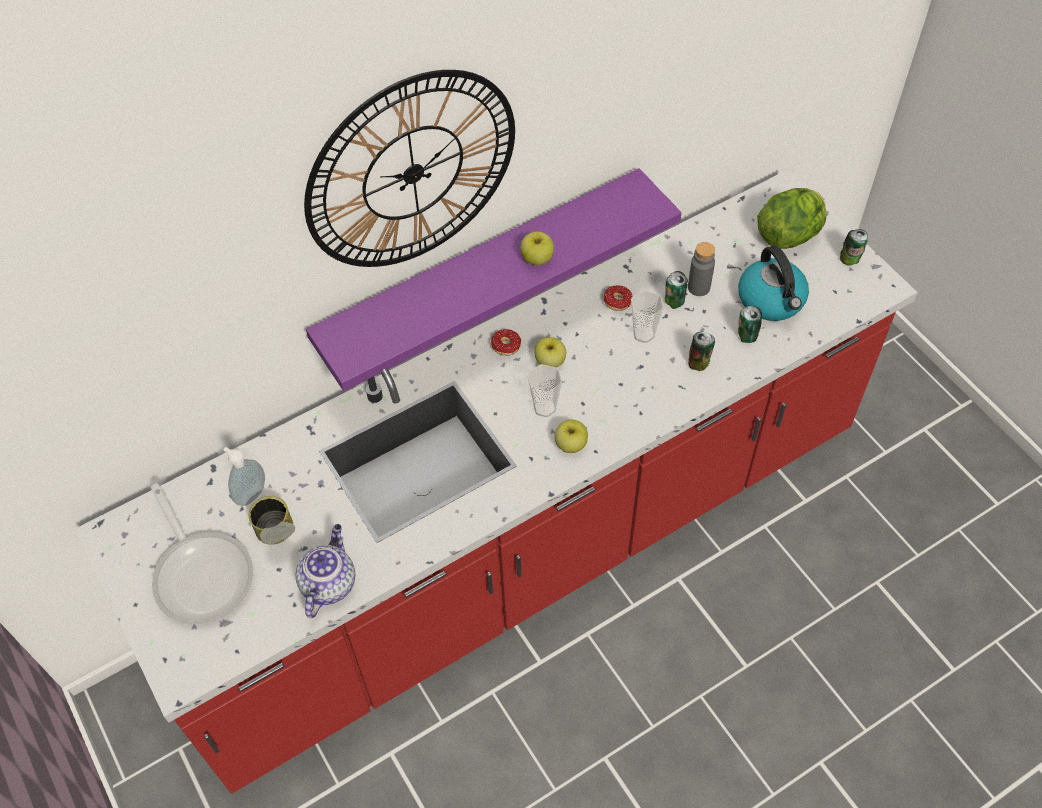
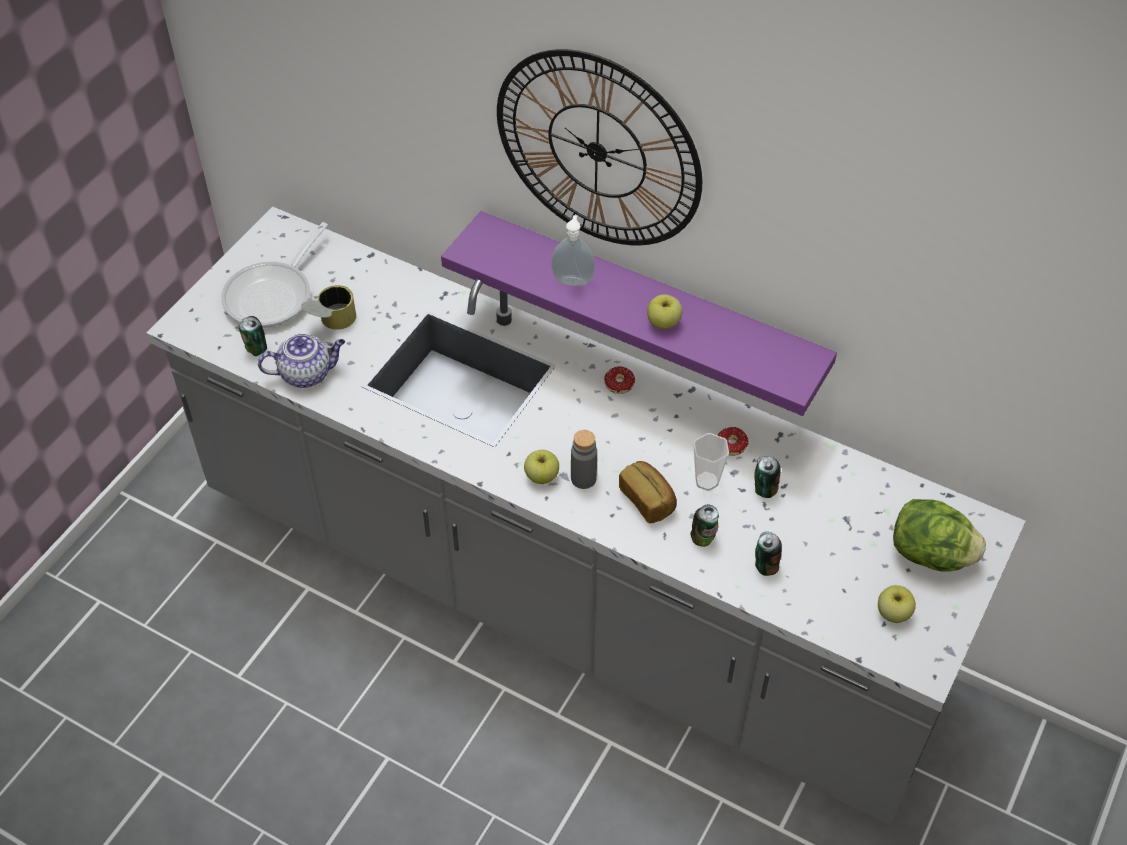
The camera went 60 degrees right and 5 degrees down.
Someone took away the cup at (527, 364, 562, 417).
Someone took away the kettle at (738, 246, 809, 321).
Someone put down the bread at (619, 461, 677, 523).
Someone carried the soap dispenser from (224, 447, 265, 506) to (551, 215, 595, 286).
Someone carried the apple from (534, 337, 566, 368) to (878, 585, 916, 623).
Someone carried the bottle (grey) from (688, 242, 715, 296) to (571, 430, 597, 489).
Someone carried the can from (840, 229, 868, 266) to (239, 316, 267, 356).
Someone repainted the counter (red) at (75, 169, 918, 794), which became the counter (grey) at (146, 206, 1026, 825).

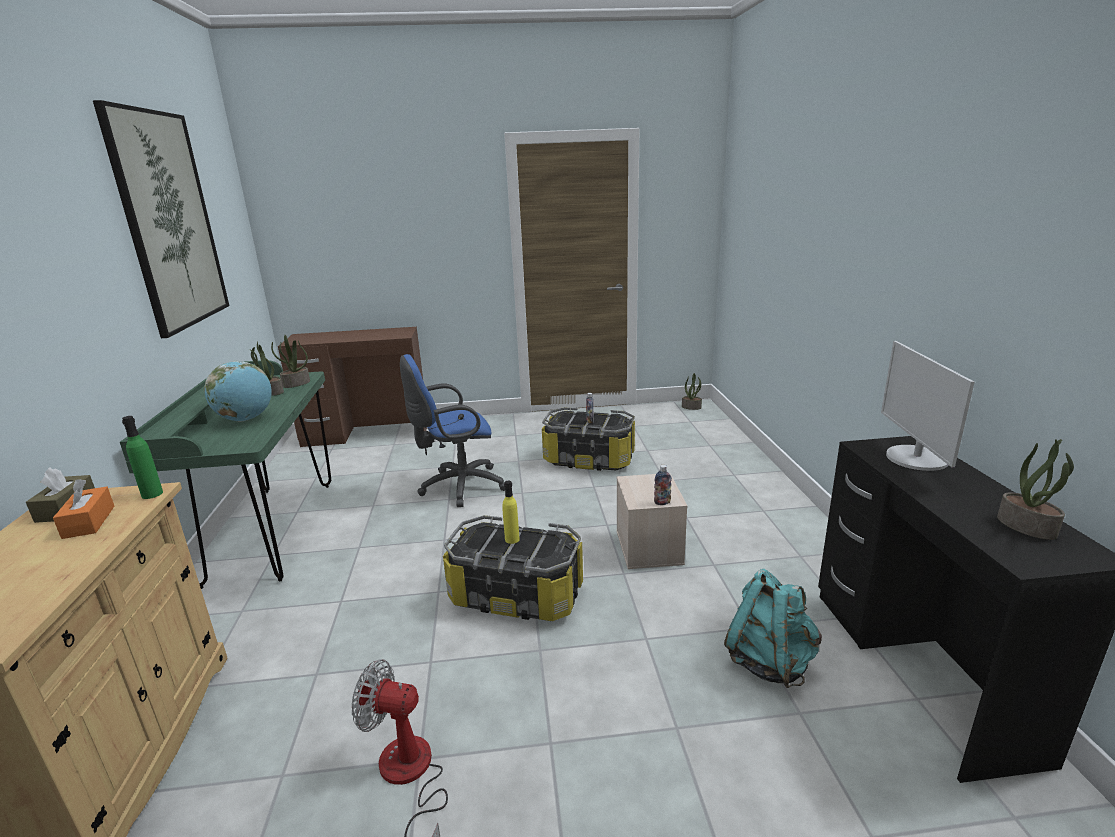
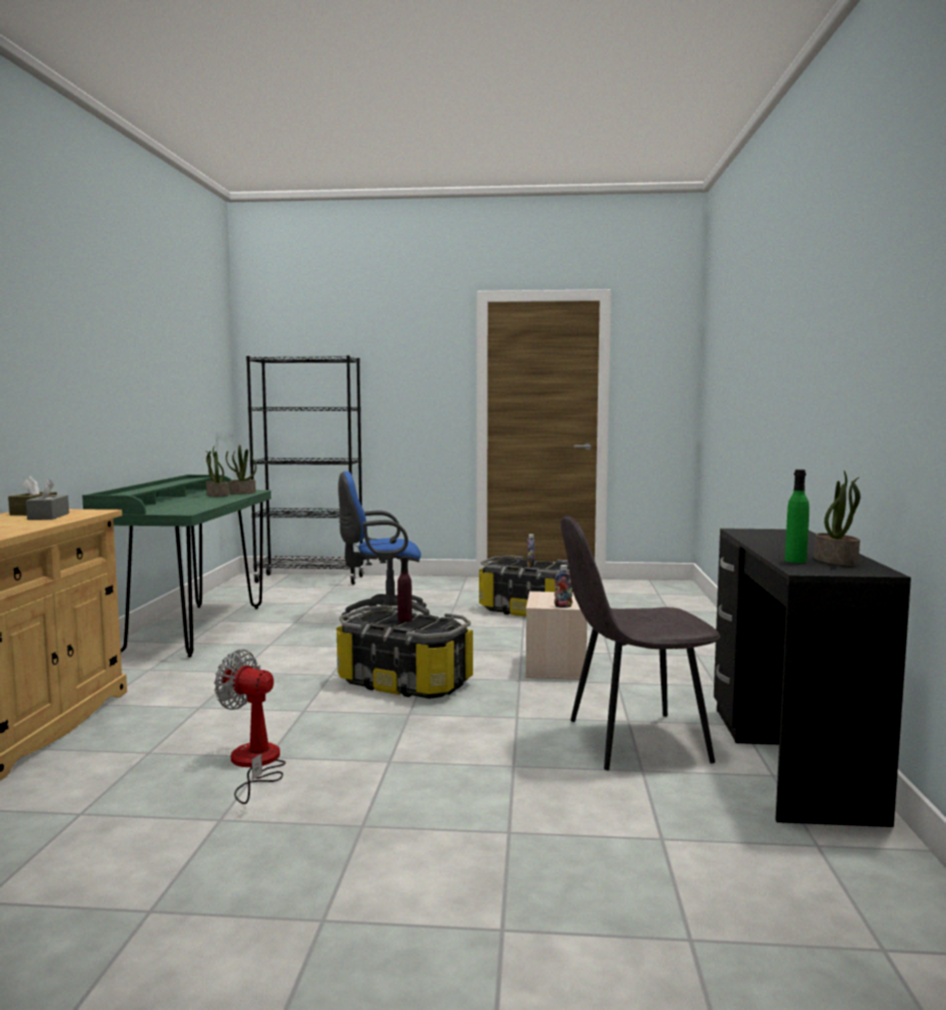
The camera went 10 degrees right and 15 degrees down.
Someone took away the picture at (93, 100, 229, 338).
Someone took away the globe at (204, 361, 272, 421).
Someone took away the potted plant at (682, 373, 702, 410).
Someone took away the monitor at (881, 341, 975, 471).
Someone carried the bottle (green) from (122, 416, 163, 499) to (785, 469, 809, 563).
Someone swapped the desk (brown) at (278, 327, 427, 447) for the bookcase (black) at (246, 355, 364, 585).
Someone swapped the backpack (turquoise) at (724, 569, 822, 688) for the chair (grey) at (561, 515, 720, 770).
Someone repainted the tissue box (orange) at (53, 479, 114, 539), which became the tissue box (grey) at (26, 479, 69, 520).
Someone repainted the bottle (yellow) at (502, 481, 520, 544), which became the bottle (purple) at (397, 557, 412, 622).

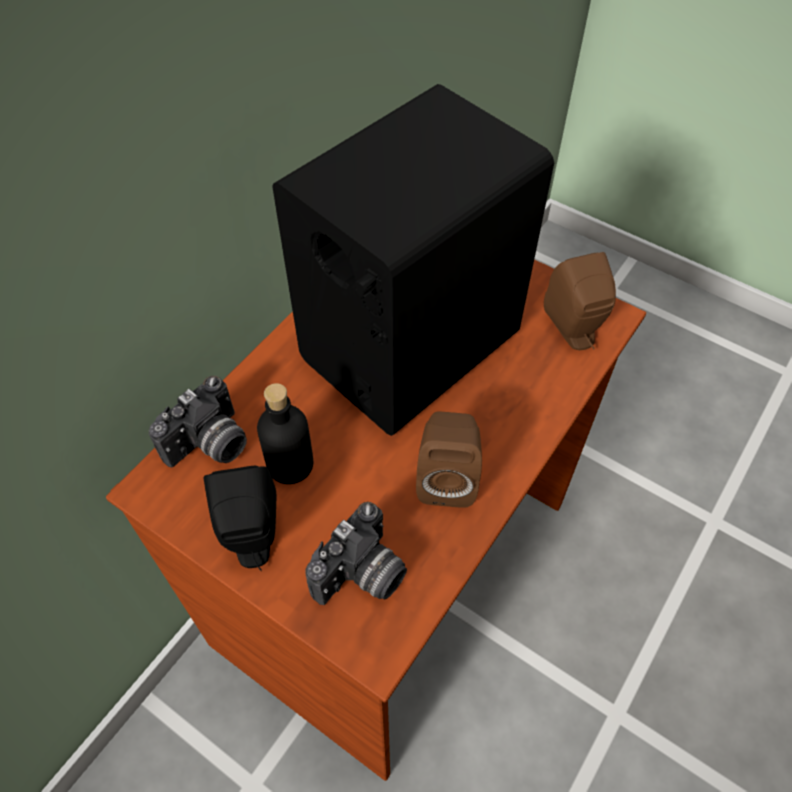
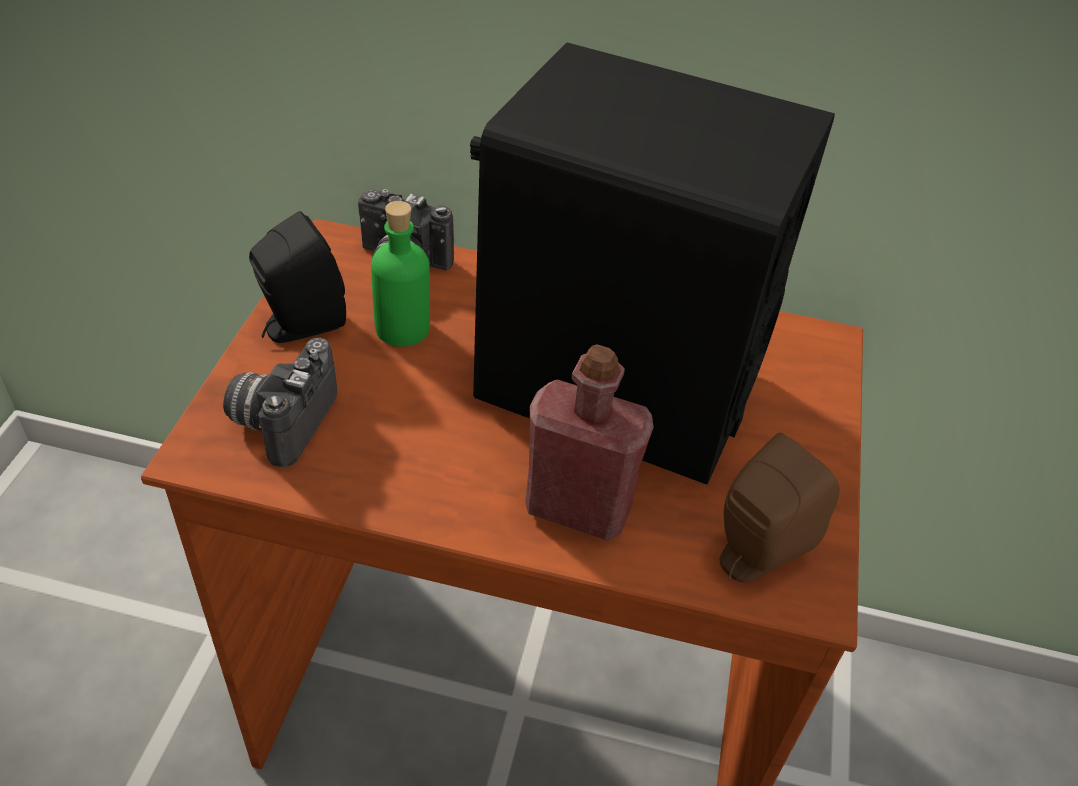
The camera went 65 degrees right and 10 degrees down.
Someone took away the speaker (brown) at (416, 412, 482, 508).
Someone put down the bottle (red) at (525, 345, 654, 541).
Someone repainted the bottle (black) at (257, 383, 313, 484), which became the bottle (green) at (371, 201, 430, 347).
Someone rotated the photo camera at (305, 502, 407, 605) by 90 degrees clockwise.

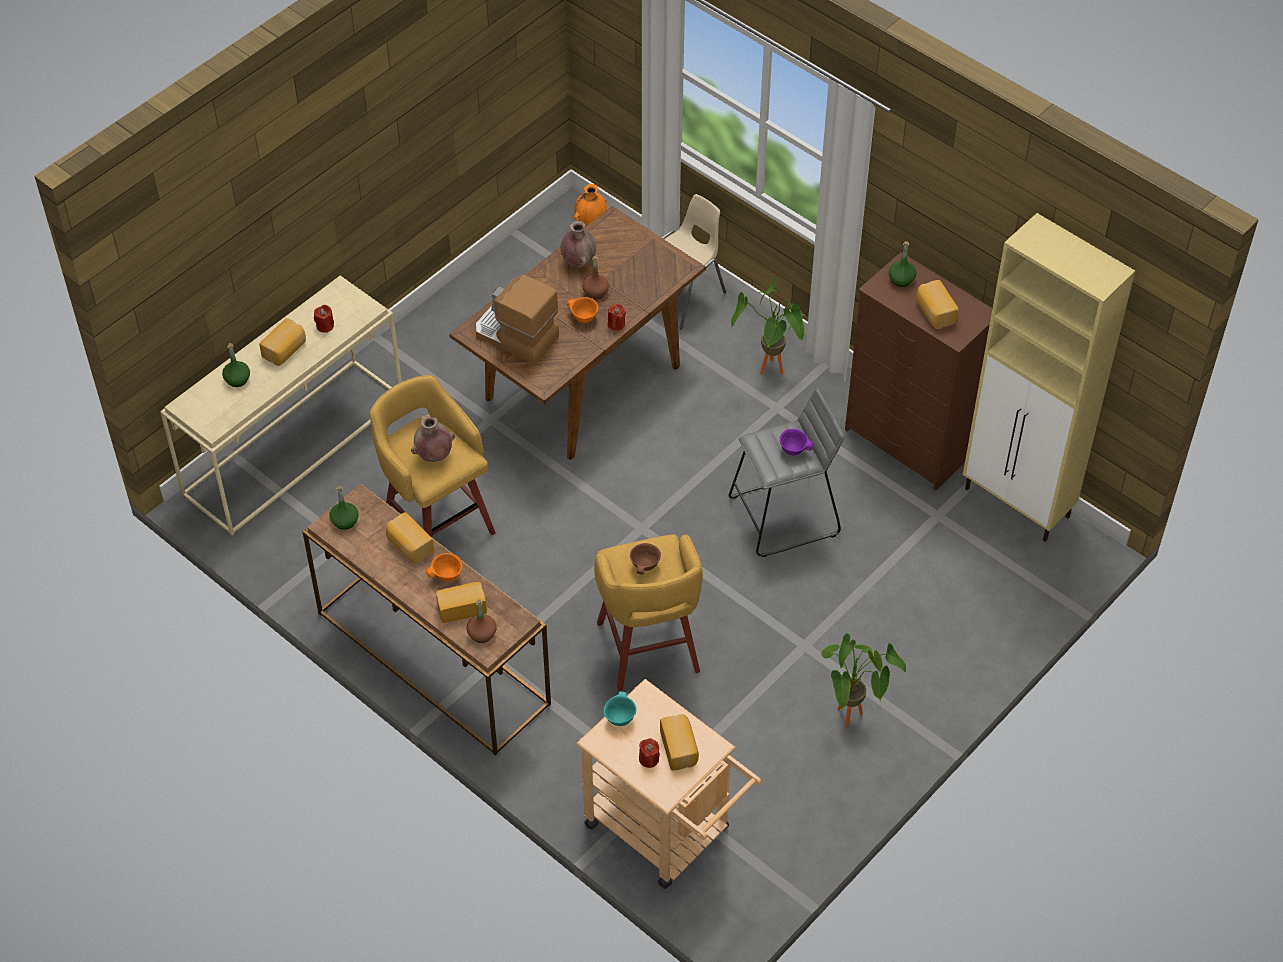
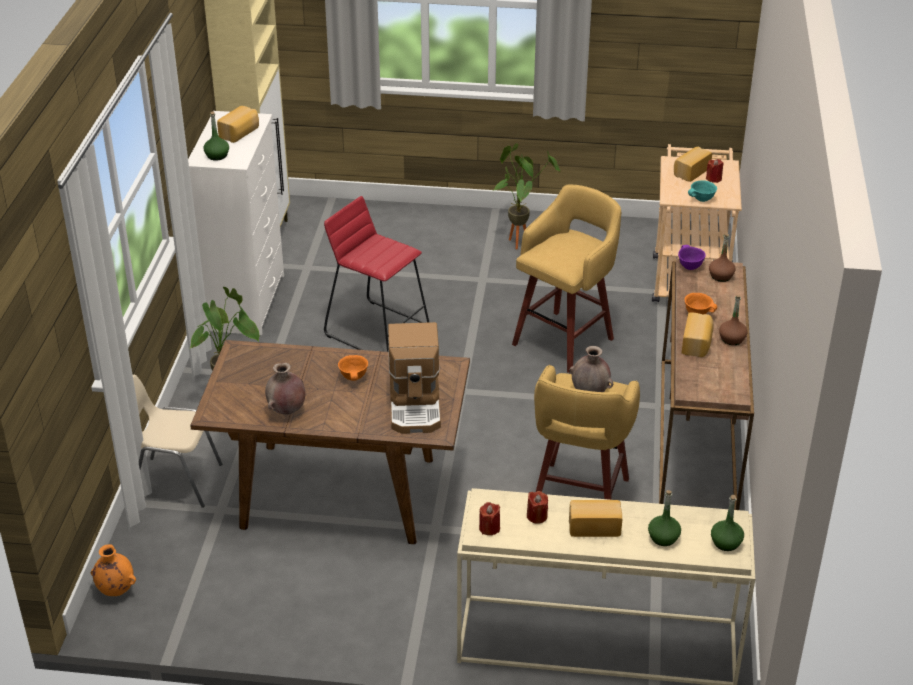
The camera went 125 degrees left and 15 degrees down.
Someone took away the bread at (436, 582, 487, 623).
Someone took away the bowl (brown) at (630, 543, 661, 574).
Someone carried the bottle (green) from (329, 486, 359, 530) to (711, 495, 744, 551).
Someone carried the bottle (brown) from (582, 256, 609, 300) to (719, 295, 748, 345).
Someone carried the candle (red) from (608, 304, 626, 330) to (479, 502, 500, 535).
Someone carried the bowl (purple) from (779, 429, 813, 456) to (678, 245, 706, 270).
Someone repainted the stool (grey) at (728, 388, 844, 557), which became the stool (red) at (324, 196, 430, 352).
Someone repainted the dresser (brown) at (845, 252, 993, 491), which became the dresser (white) at (188, 111, 284, 335).

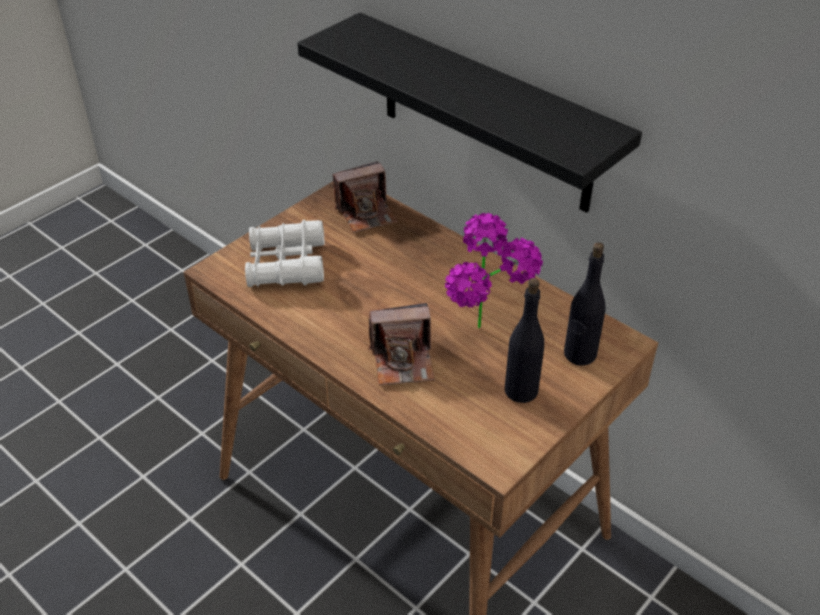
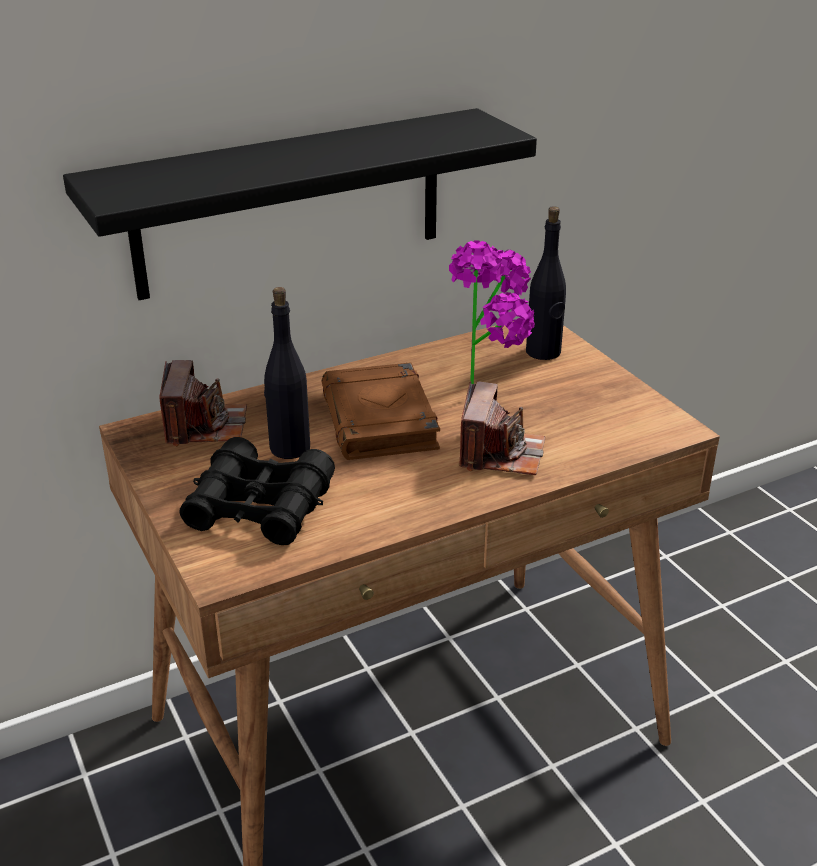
The camera went 70 degrees left and 10 degrees down.
Someone put down the book (brown) at (322, 362, 440, 460).
Someone carried the bottle (black) from (505, 278, 544, 403) to (264, 287, 310, 459).
Someone repainted the binoculars (white) at (245, 220, 324, 287), which became the binoculars (black) at (179, 437, 335, 545).

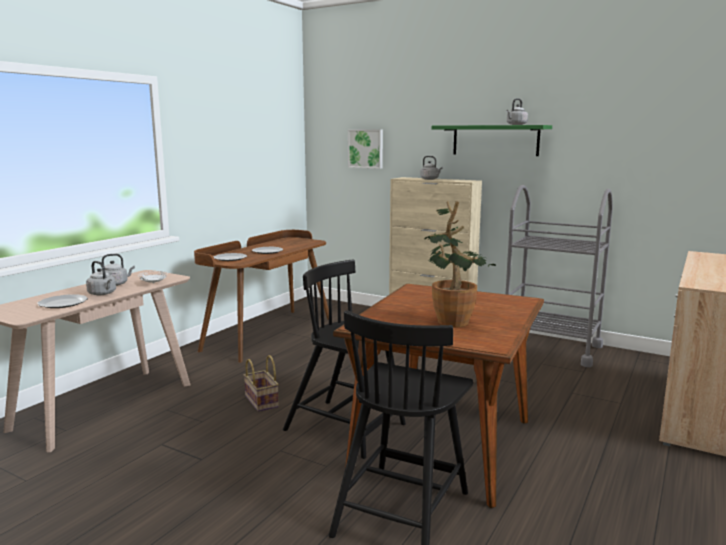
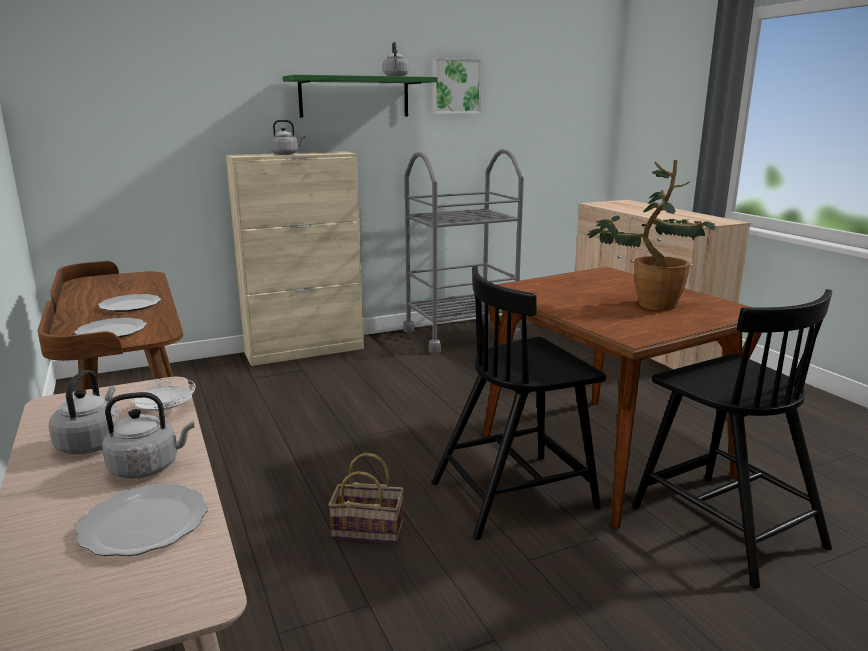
The camera went 55 degrees left and 5 degrees up.
Someone carried the picture from (348, 130, 383, 169) to (432, 58, 482, 114).

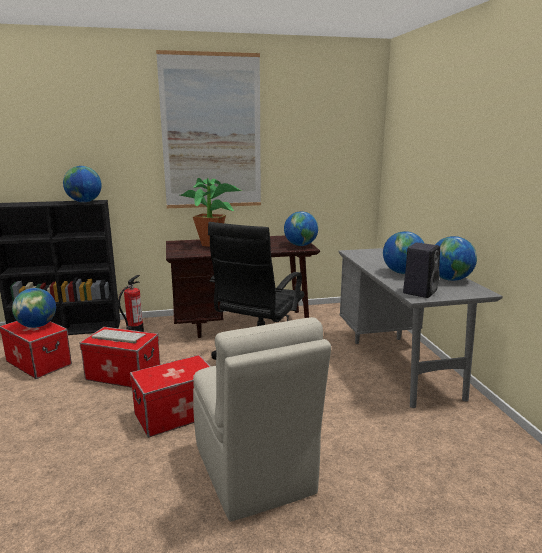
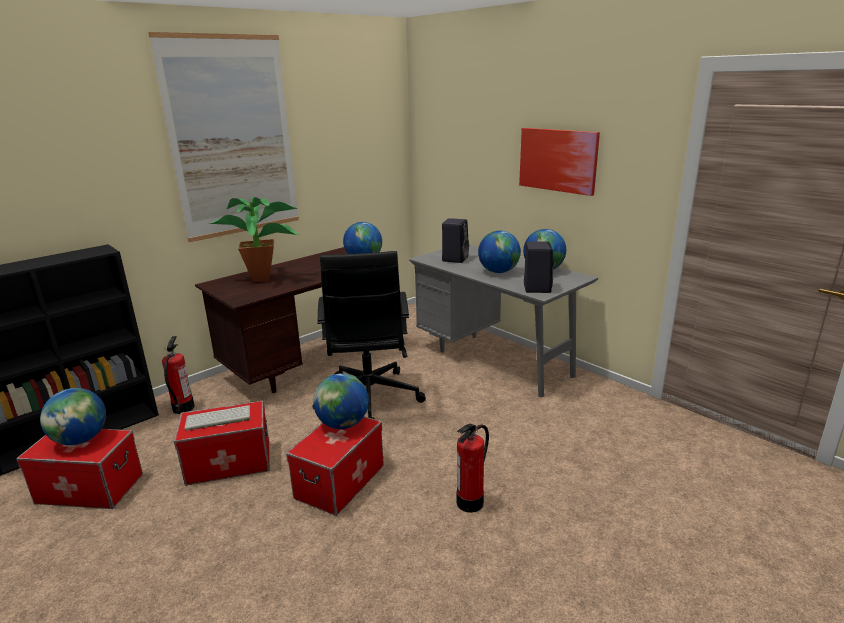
The camera went 30 degrees left and 5 degrees up.
Someone put down the speaker (black) at (442, 218, 469, 263).
Someone put up the picture at (519, 128, 600, 196).
Someone carried the globe from (63, 166, 102, 202) to (313, 374, 369, 429).
Someone swapped the chair (beige) at (193, 317, 331, 522) for the fire extinguisher at (457, 424, 489, 513).

